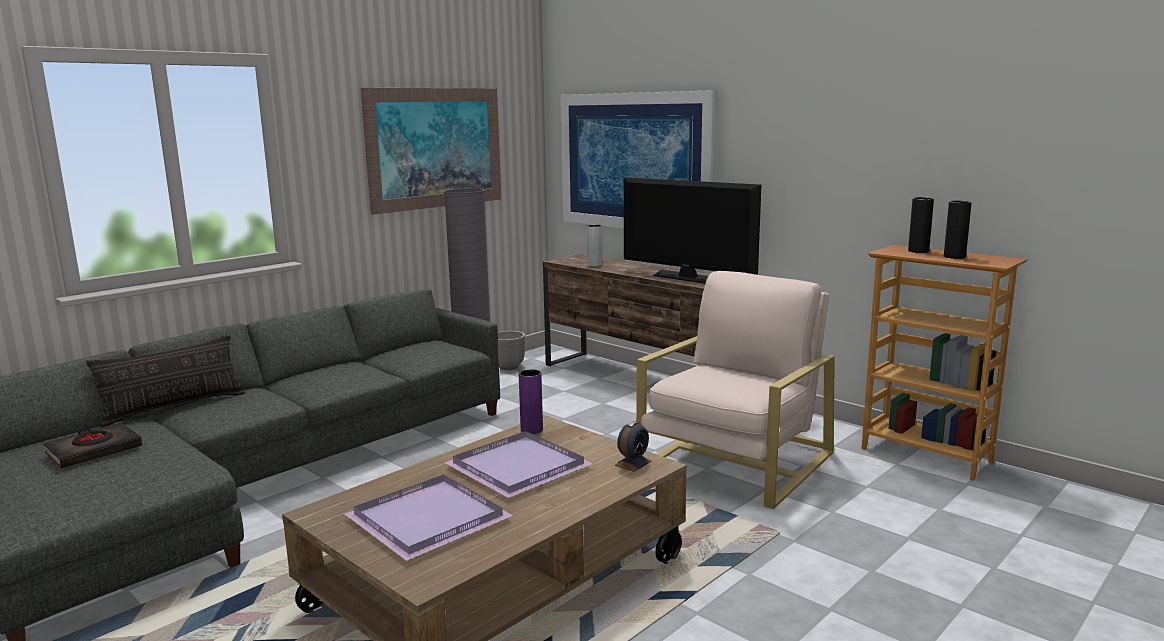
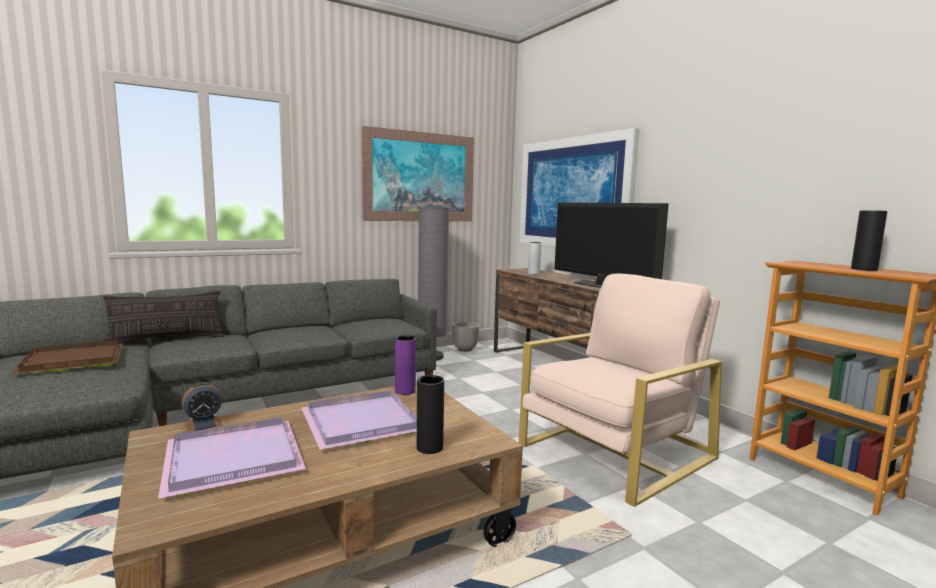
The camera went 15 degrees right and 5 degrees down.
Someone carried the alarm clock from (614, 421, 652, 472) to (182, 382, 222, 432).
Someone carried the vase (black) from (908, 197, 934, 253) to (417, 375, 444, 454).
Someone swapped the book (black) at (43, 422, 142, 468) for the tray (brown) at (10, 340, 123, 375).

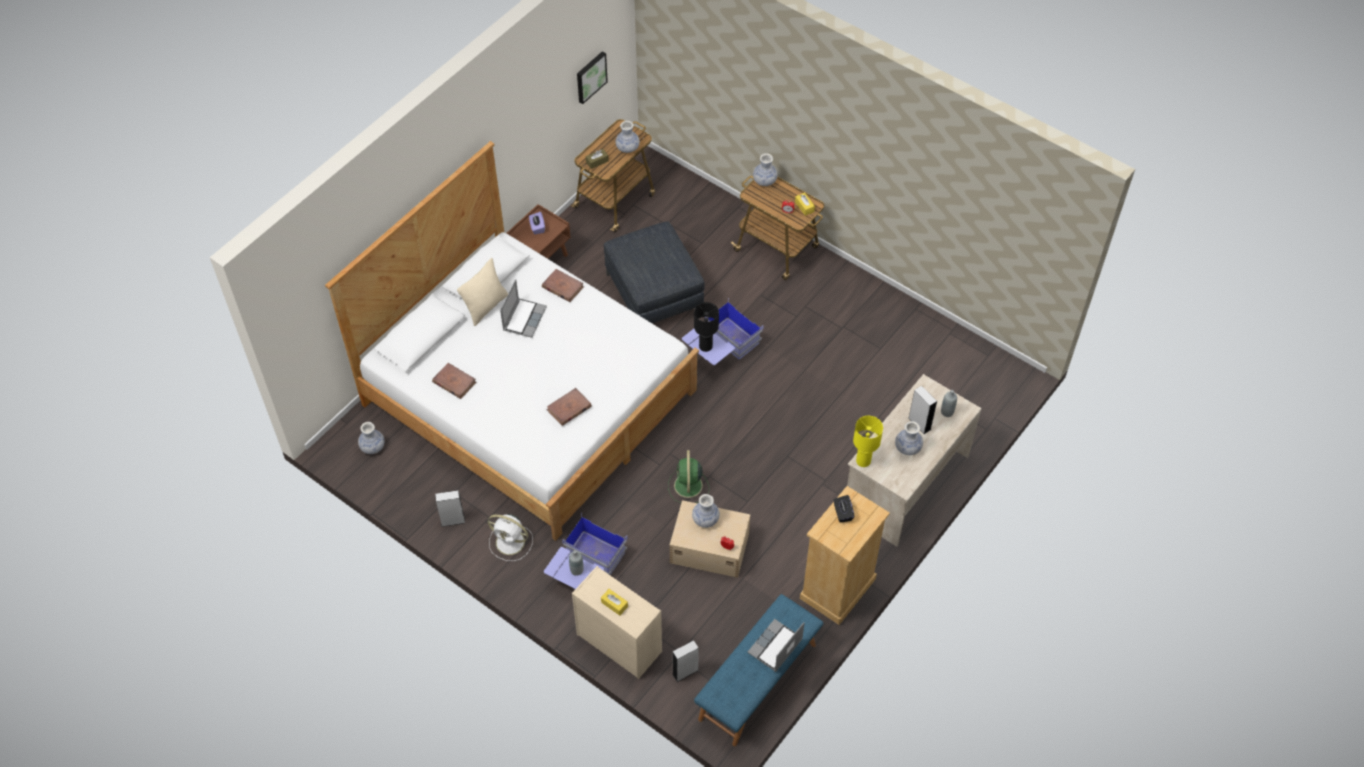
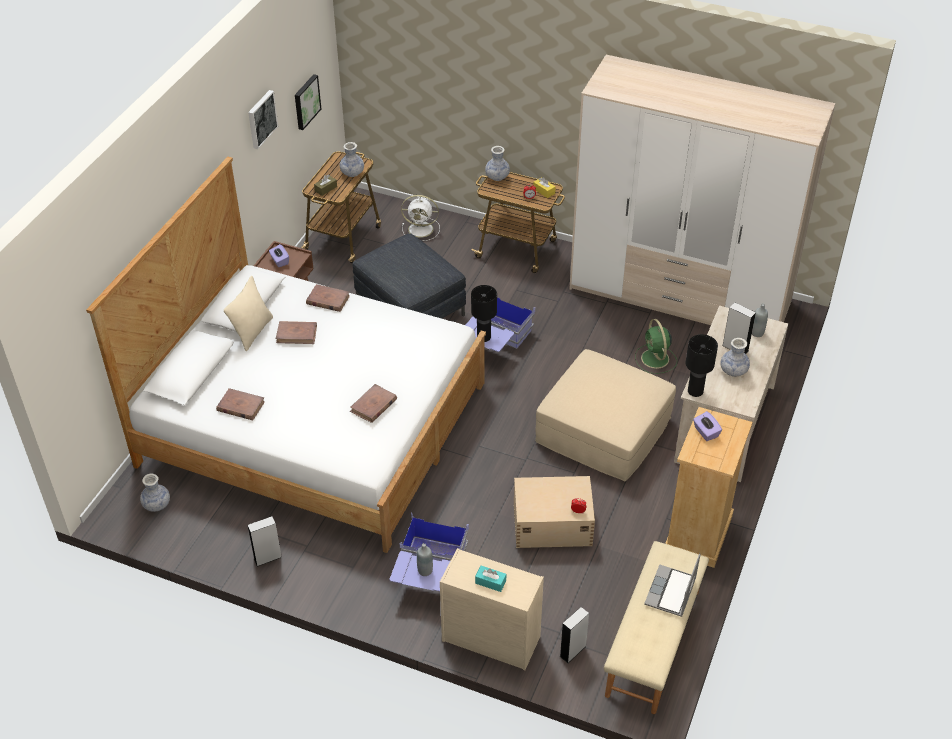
The camera went 15 degrees left and 10 degrees down.
Someone took away the vase at (692, 494, 720, 528).
Someone put up the picture at (248, 90, 278, 149).
Someone put down the ottoman (beige) at (535, 349, 676, 481).
Someone put down the wardrobe at (569, 55, 835, 325).
Someone carried the fan (white) from (488, 514, 533, 561) to (401, 195, 440, 241).
Someone carried the fan (green) from (668, 450, 709, 503) to (635, 319, 677, 374).
Someone swapped the laptop at (500, 279, 547, 338) for the book (brown) at (276, 321, 317, 344).
Someone repainted the tissue box (yellow) at (601, 589, 628, 616), which became the tissue box (turquoise) at (475, 566, 506, 592).
Someone repainted the bench (blue) at (694, 594, 823, 746), which became the bench (beige) at (604, 541, 709, 714).
Someone repainted the tissue box (black) at (834, 495, 855, 523), which became the tissue box (purple) at (693, 411, 722, 441).
Someone repainted the table lamp (yellow) at (853, 416, 883, 467), which became the table lamp (black) at (686, 334, 718, 397).

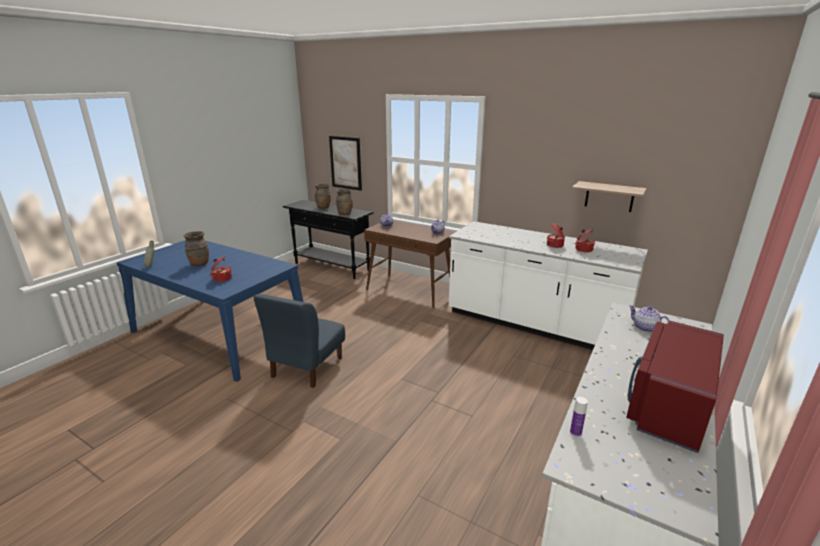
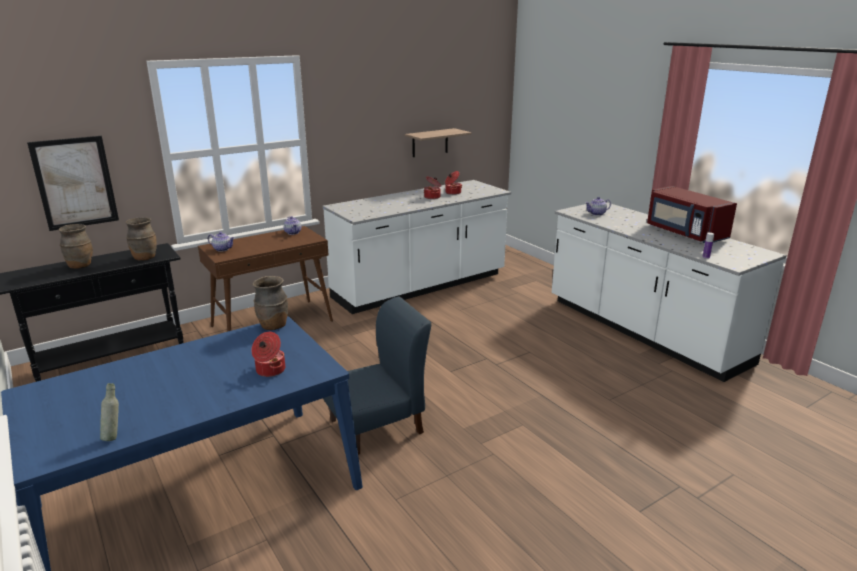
The camera went 65 degrees left and 0 degrees up.
Someone carried the vase (brown) from (183, 231, 209, 266) to (252, 276, 288, 330).
Someone rotated the chair (blue) at (254, 294, 345, 388) by 75 degrees counterclockwise.

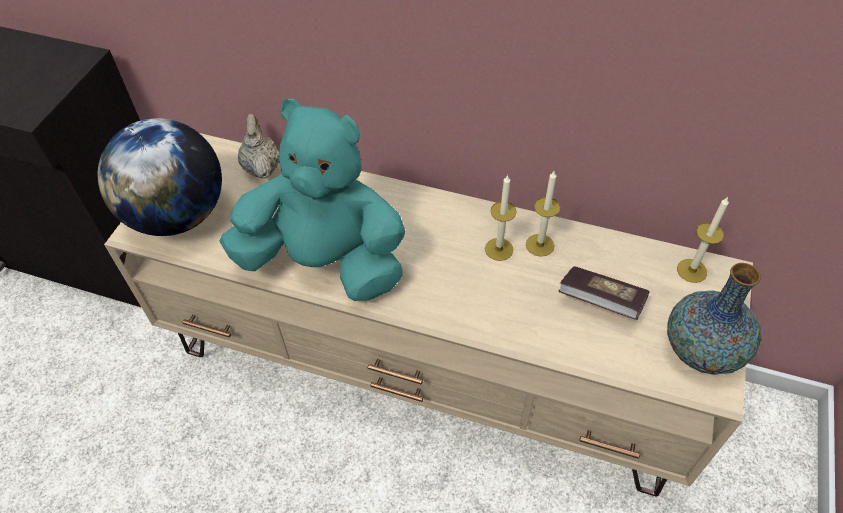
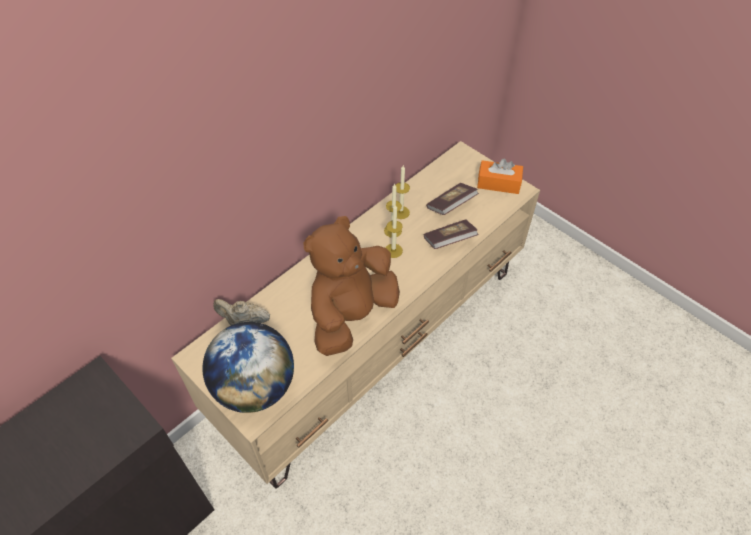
The camera went 65 degrees left and 0 degrees up.
Someone put down the book at (424, 219, 479, 249).
Someone carried the candle from (677, 197, 729, 283) to (385, 205, 403, 258).
Someone swapped the vase at (667, 263, 762, 375) for the tissue box (orange) at (477, 159, 523, 194).
Someone repainted the plush toy (turquoise) at (219, 99, 406, 301), which became the plush toy (brown) at (304, 216, 400, 356).

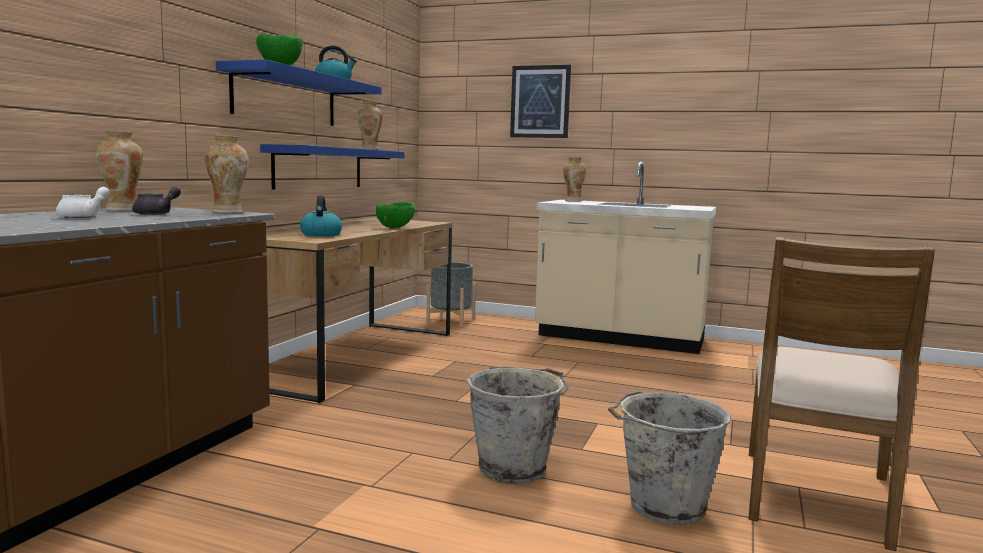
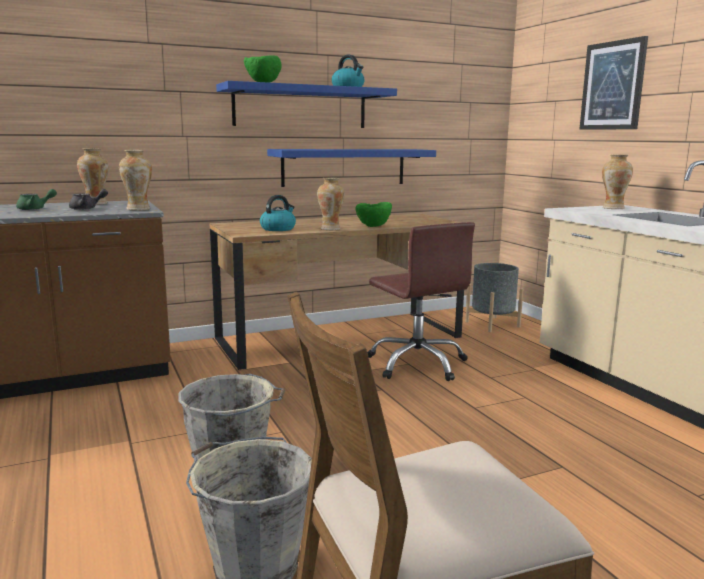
The camera went 45 degrees right and 5 degrees up.
Someone put down the office chair (brown) at (367, 222, 475, 381).
Someone carried the vase from (357, 101, 383, 150) to (317, 178, 345, 230).
Someone repainted the teapot (white) at (56, 187, 110, 218), which became the teapot (green) at (16, 189, 57, 210).

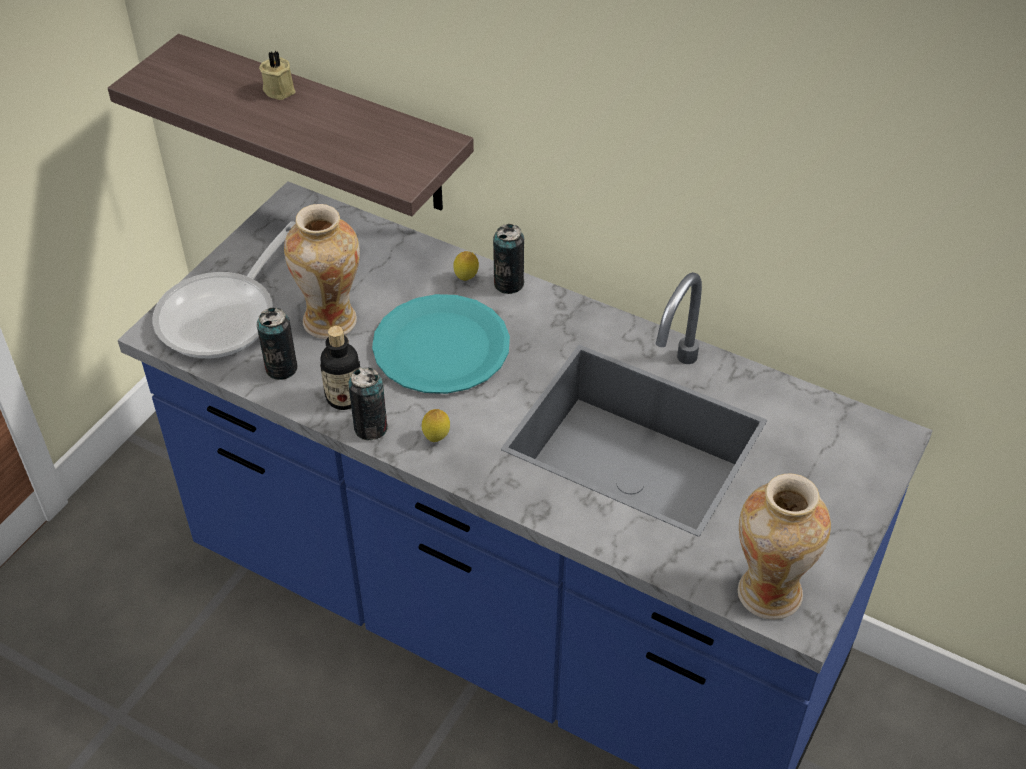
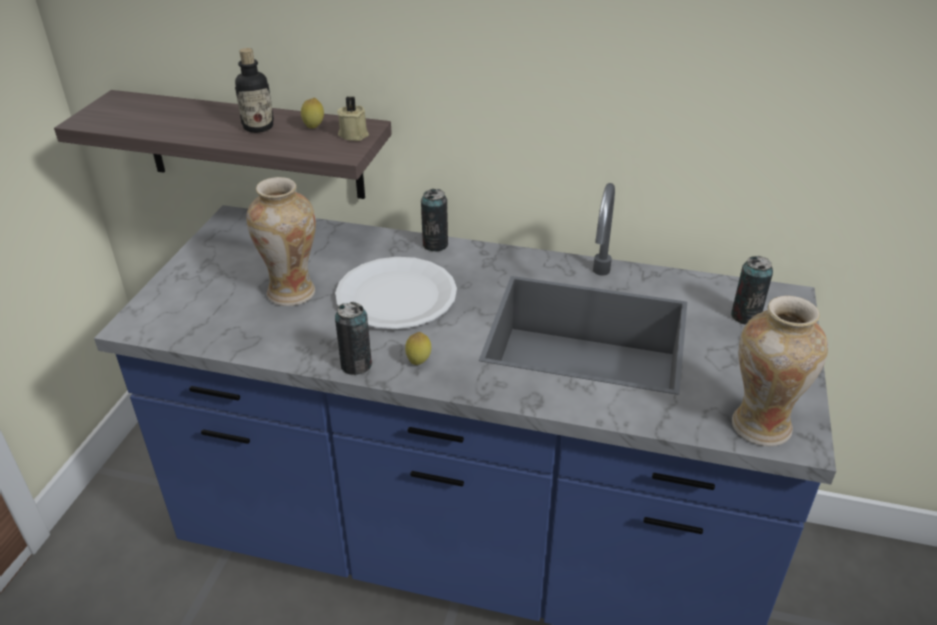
The camera went 15 degrees left and 10 degrees down.
Someone took away the frying pan at (153, 222, 296, 359).
Someone carried the can from (257, 308, 298, 380) to (731, 256, 773, 325).
Someone carried the candle (beige) from (259, 51, 296, 100) to (337, 96, 369, 141).
Someone carried the bottle from (320, 326, 360, 410) to (235, 48, 274, 133).
Someone carried the lemon from (453, 251, 479, 281) to (301, 98, 324, 129).
Someone repainted the plate (turquoise) at (372, 294, 510, 394), which became the plate (white) at (335, 257, 457, 329).

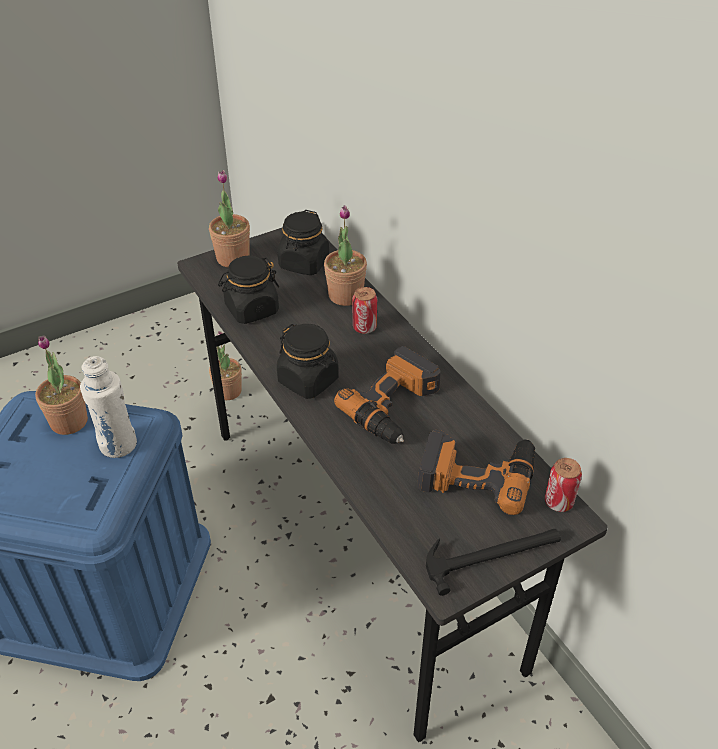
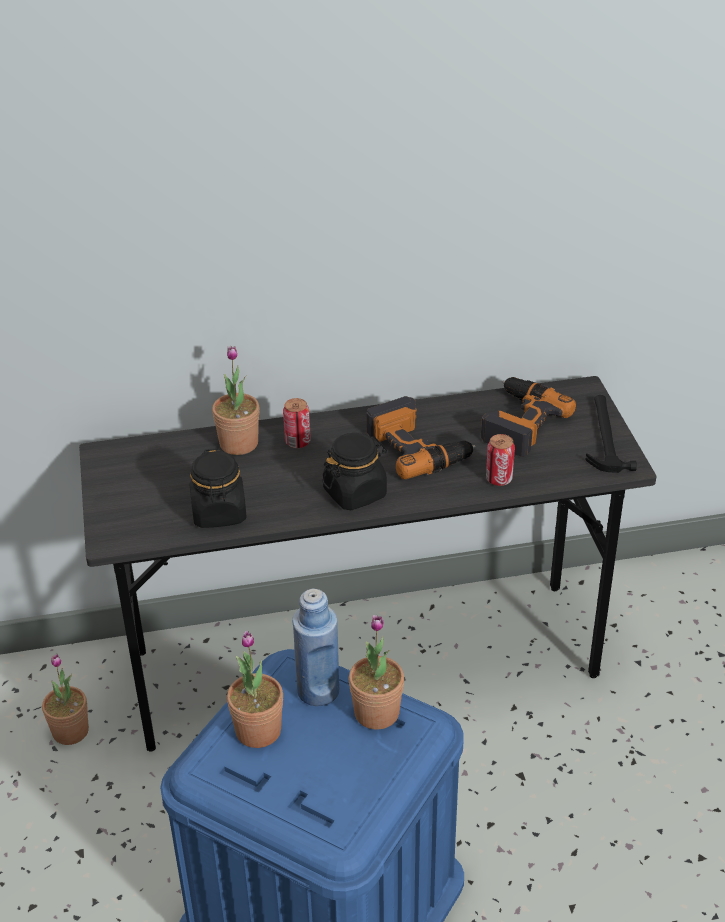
The camera went 70 degrees left and 5 degrees down.
Someone took away the jar (black) at (278, 210, 329, 275).
Someone carried the potted plant from (209, 170, 250, 267) to (349, 615, 404, 730).
Someone carried the can from (545, 458, 582, 512) to (486, 434, 515, 486).
Someone repainted the bottle (white) at (80, 356, 137, 458), which became the bottle (blue) at (292, 588, 340, 706).

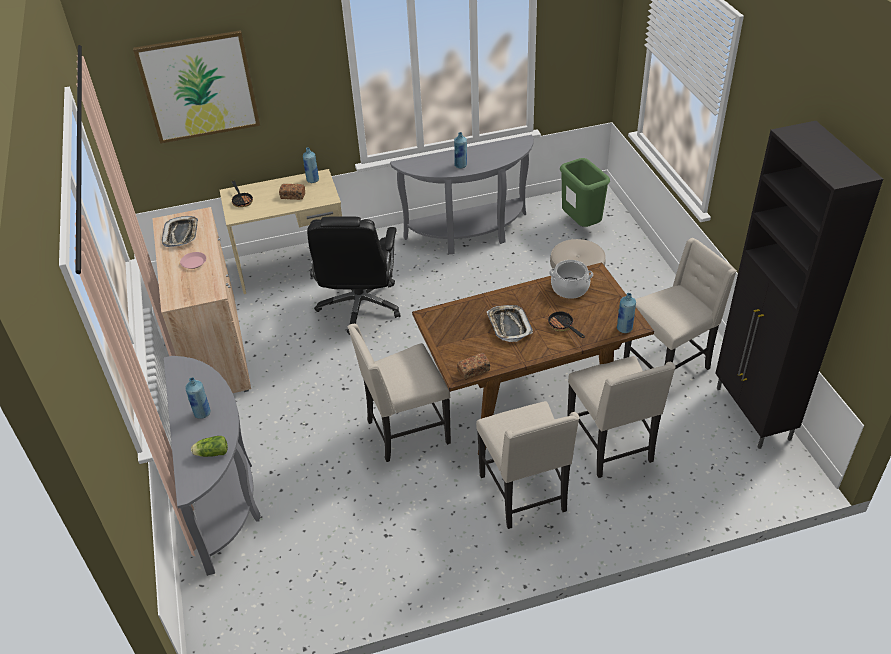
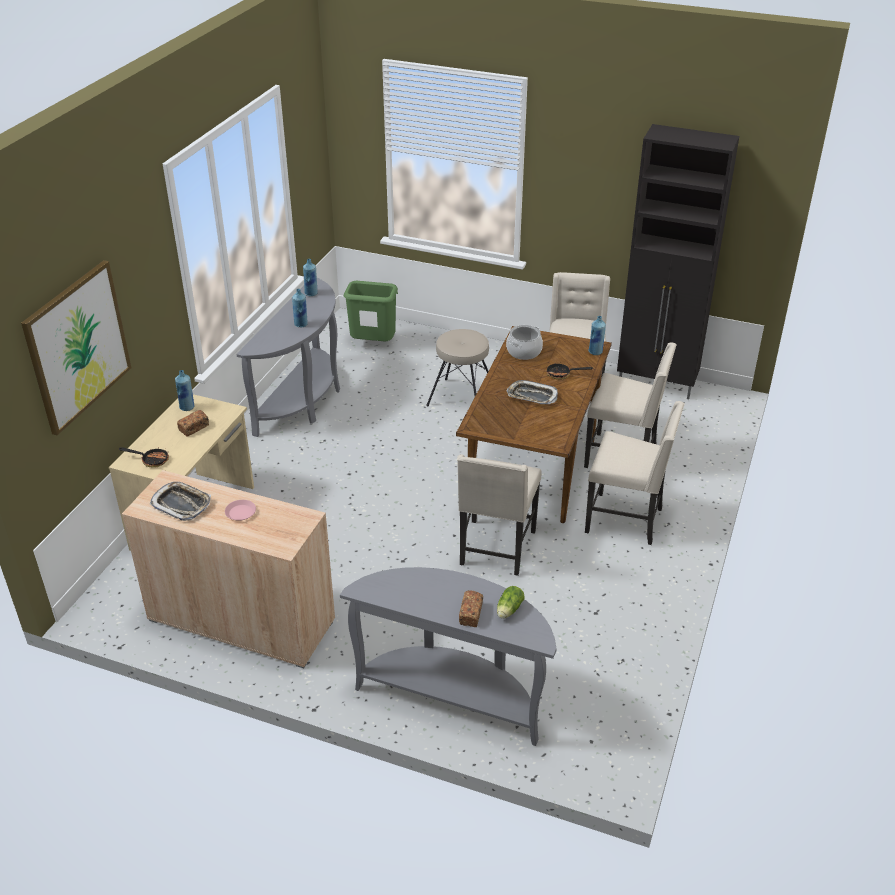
The camera went 55 degrees left and 5 degrees down.
Someone took away the office chair (black) at (307, 216, 400, 335).
Someone carried the bottle (blue) from (185, 377, 211, 419) to (303, 259, 318, 296).
Someone carried the bread from (457, 353, 490, 380) to (459, 590, 483, 627).

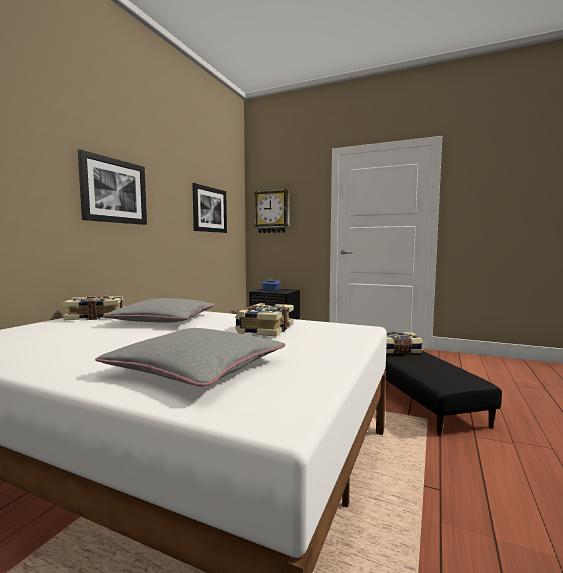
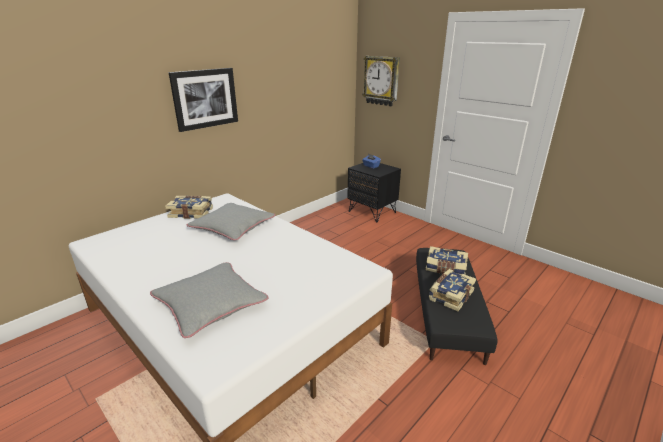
The camera went 20 degrees right and 20 degrees up.
Someone took away the picture at (192, 183, 227, 233).
Someone carried the book from (235, 303, 294, 336) to (429, 269, 476, 311).

